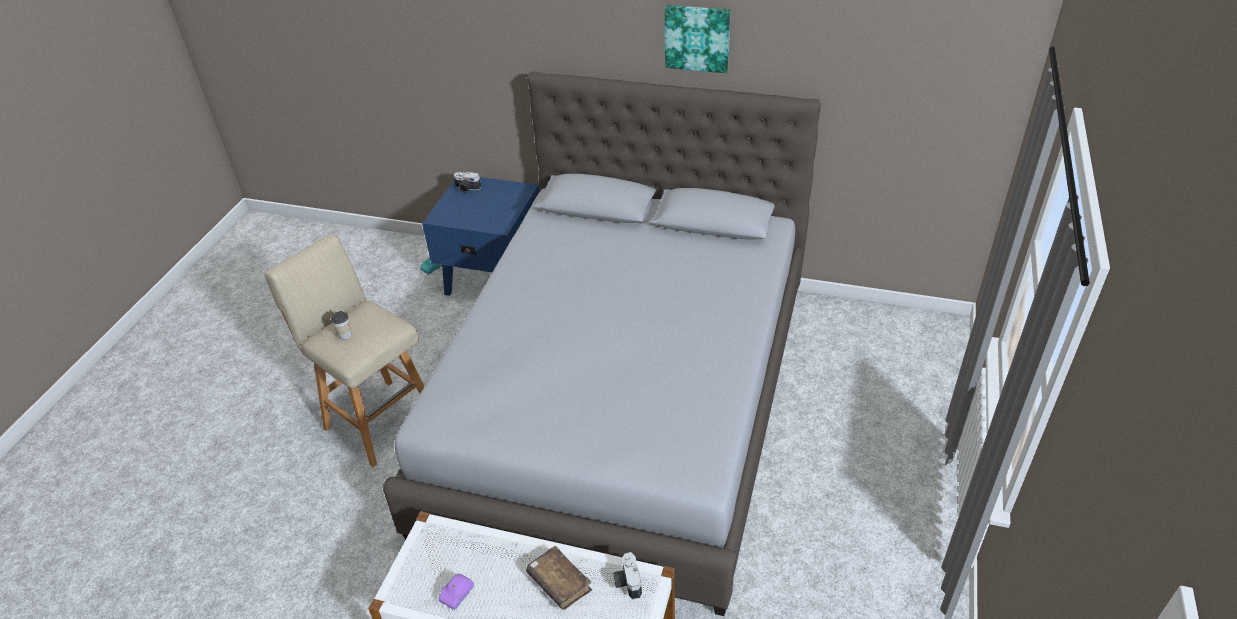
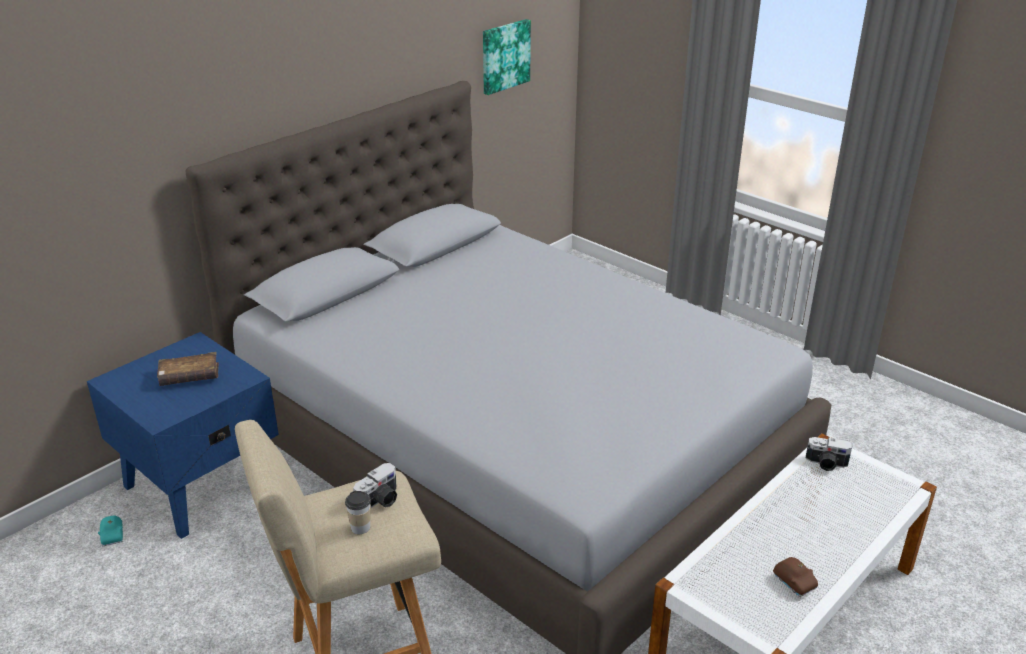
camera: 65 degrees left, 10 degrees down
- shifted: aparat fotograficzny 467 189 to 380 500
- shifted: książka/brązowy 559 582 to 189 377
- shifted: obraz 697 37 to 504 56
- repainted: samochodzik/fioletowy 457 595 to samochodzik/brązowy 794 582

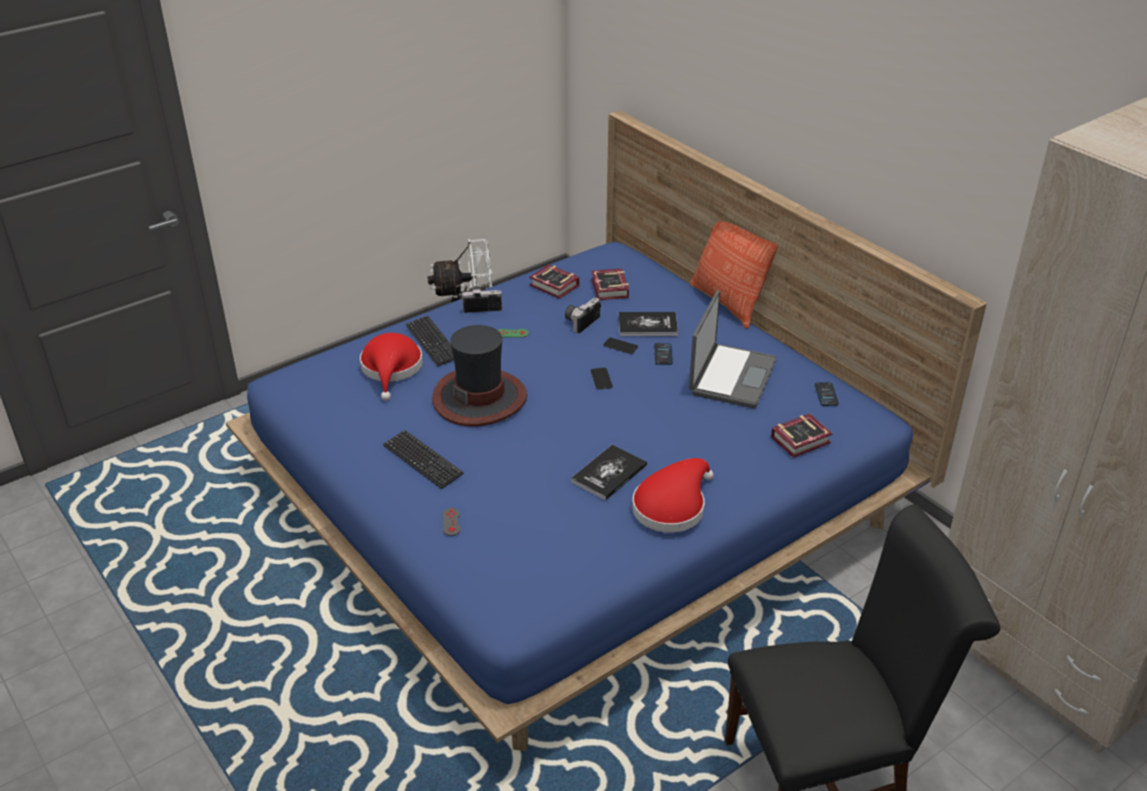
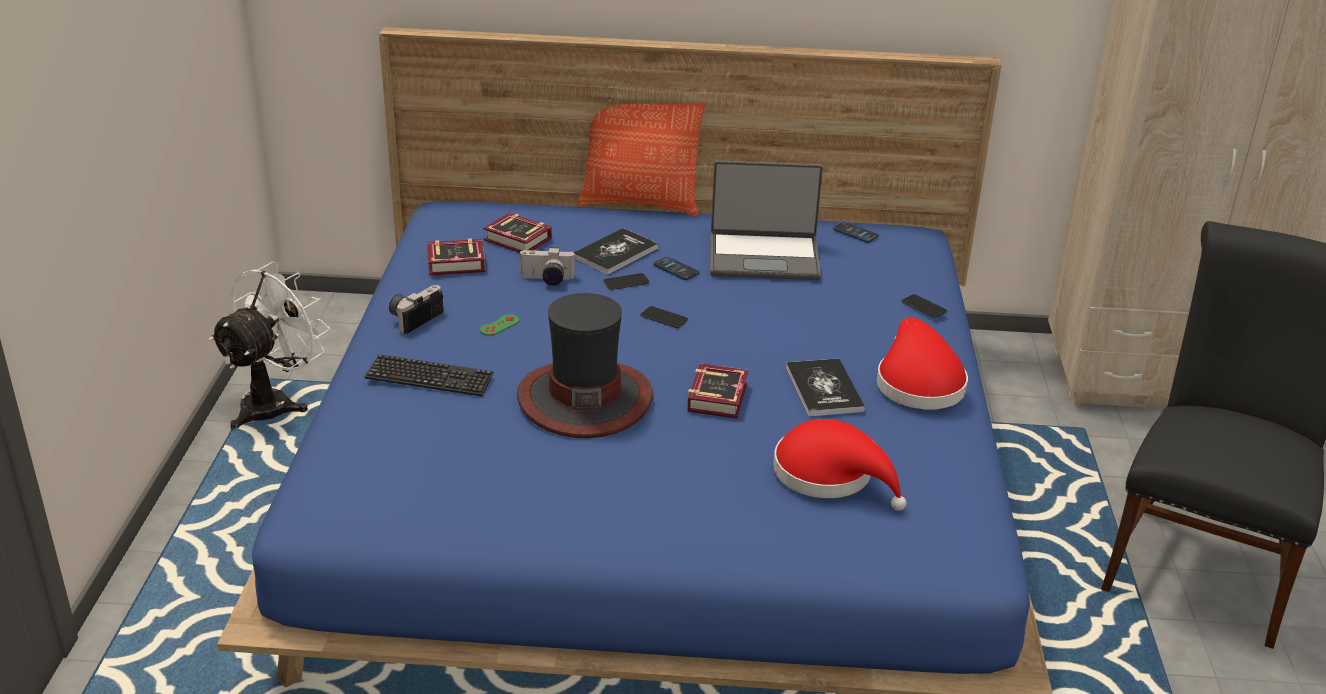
camera: 50 degrees left, 5 degrees down
- gone: klawiatura 422 460
- gone: pad do gier/szary 451 522
- new: telefon 924 307
- shifted: kapelusz/czerwony 391 369 to 830 475
- shifted: książka 803 440 to 720 396
- rotated: aparat fotograficzny 581 321 = 547 280 75 degrees counterclockwise
- rotated: laptop 731 376 = 764 257 120 degrees clockwise

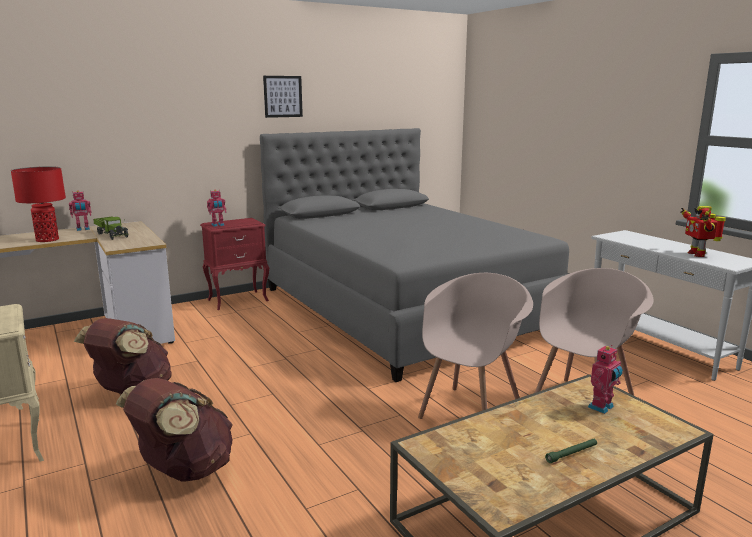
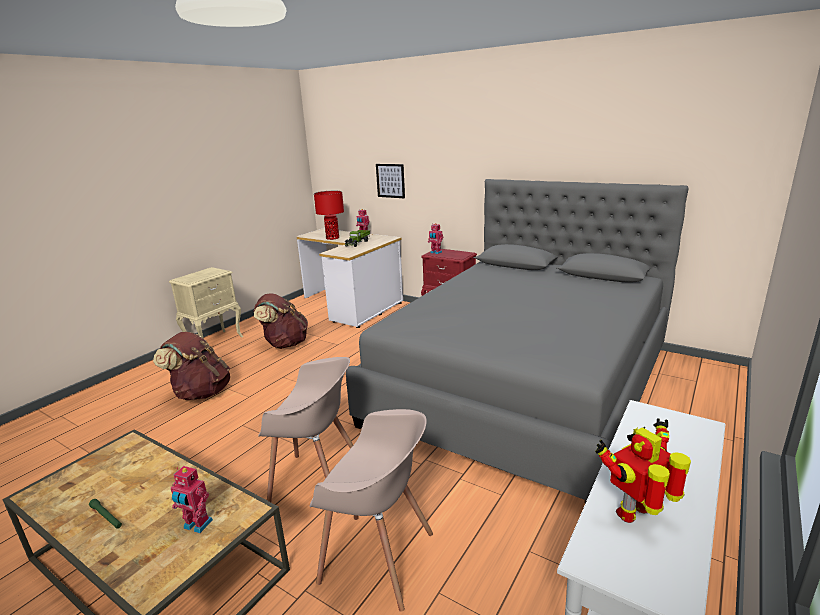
camera: 65 degrees right, 5 degrees up
- shifted: obraz 283 96 to 390 180

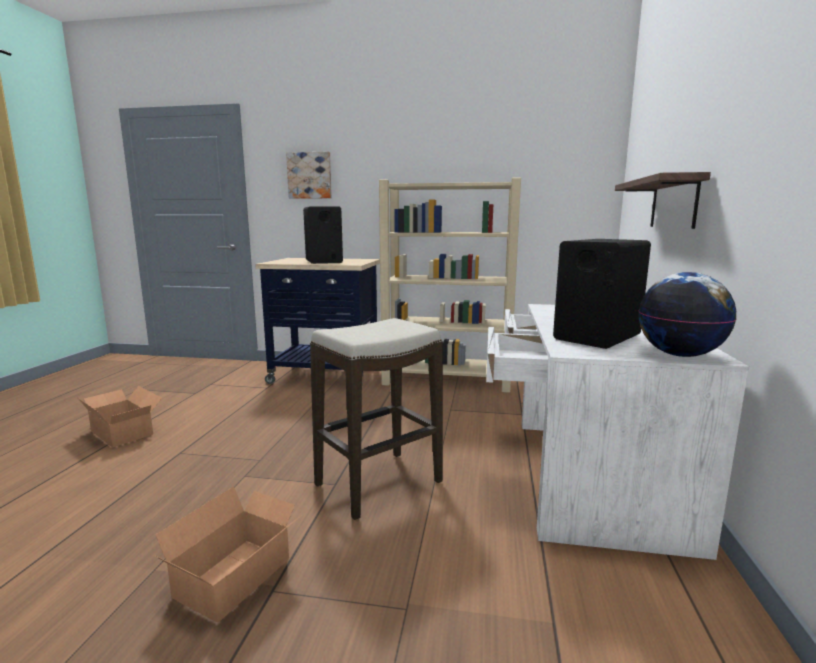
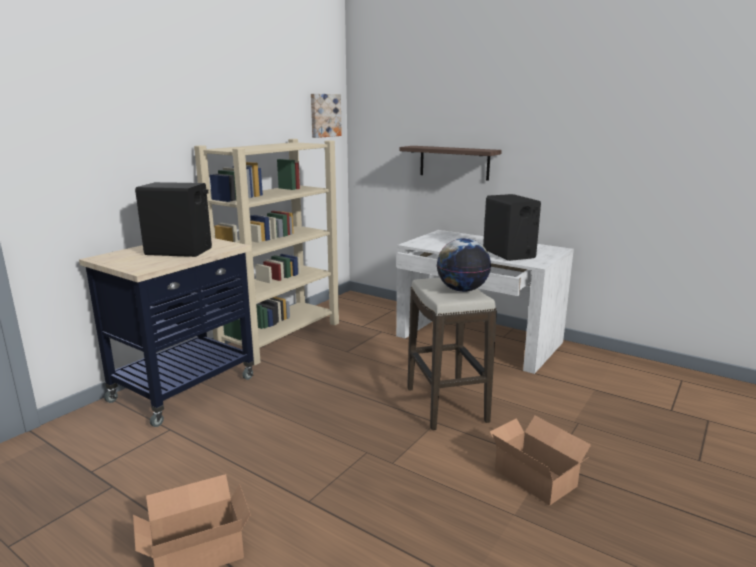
camera: 65 degrees left, 5 degrees up
- shifted: obraz 310 175 to 324 115
- shifted: globus 680 355 to 462 290

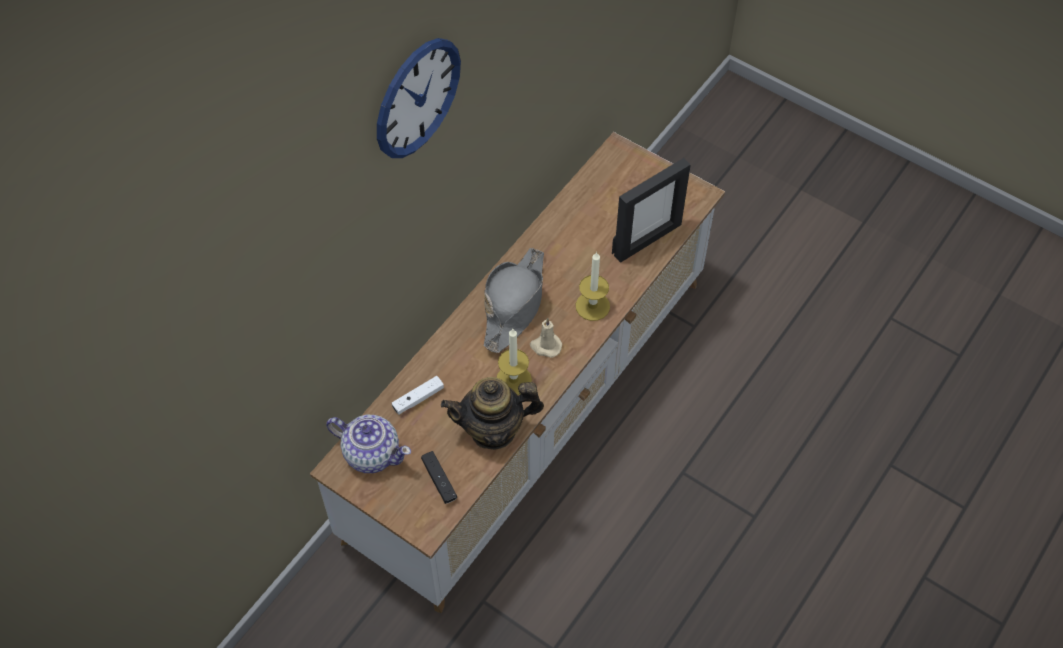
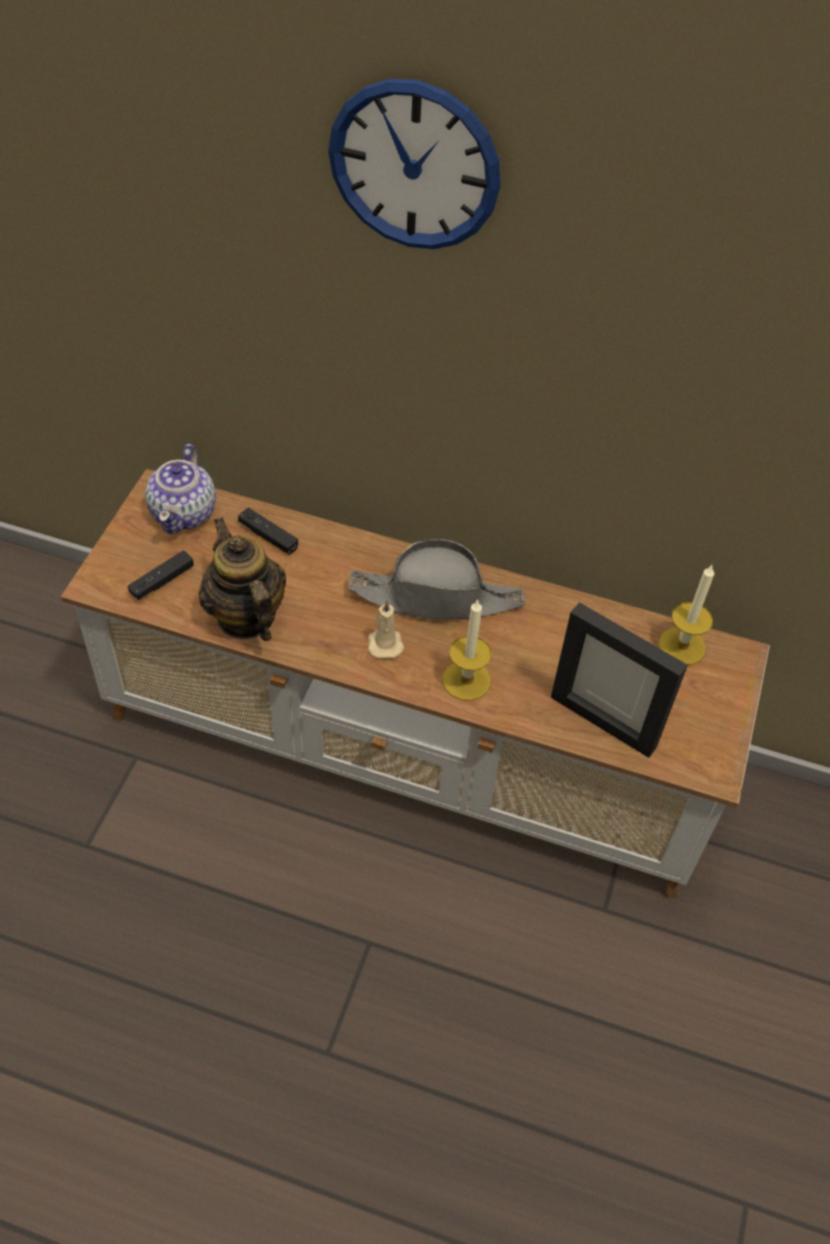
camera: 70 degrees right, 5 degrees down
- shifted: świeca 513 380 to 682 646
- repainted: pad do gier/biały 418 399 to pad do gier/czarny 268 536

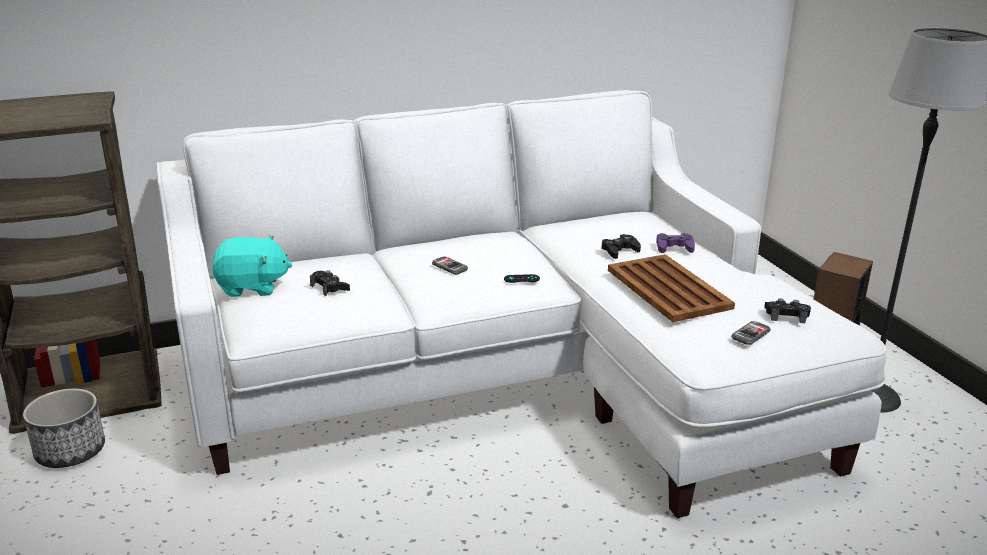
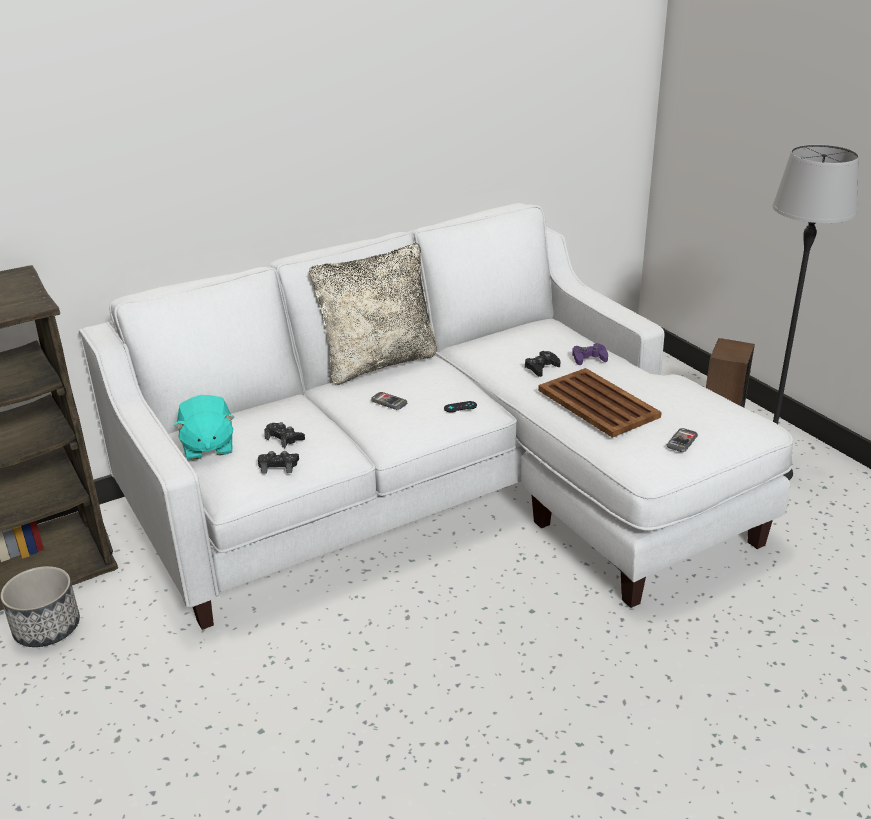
camera: 10 degrees left, 5 degrees up
- new: poduszka/beżowy 380 365
- shifted: pad do gier/czarny 786 315 to 278 466
- rotated: pluszak/turkusowy 252 287 = 207 446 90 degrees clockwise

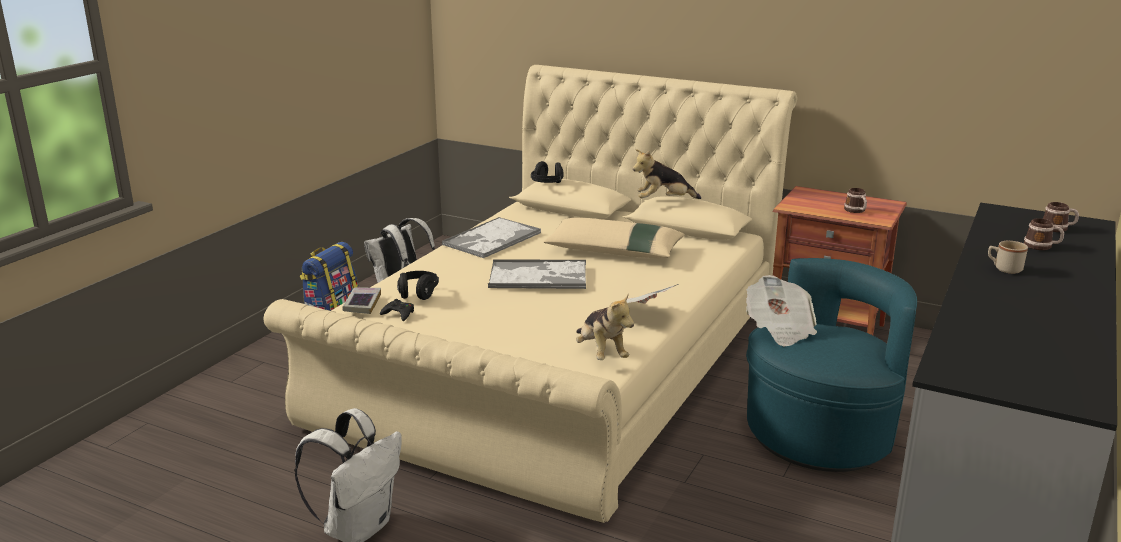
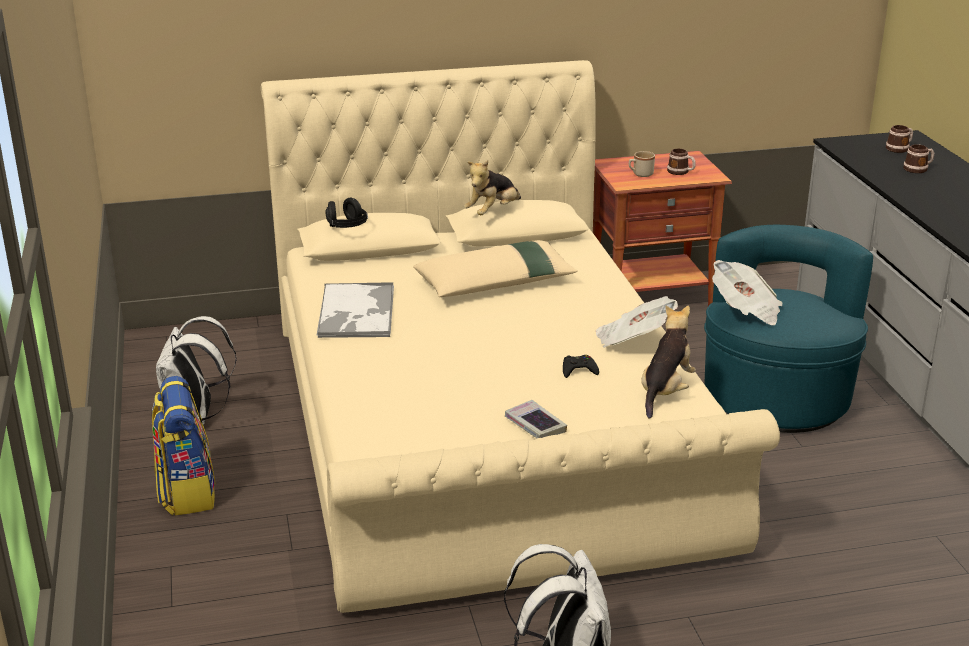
camera: 40 degrees left, 5 degrees up
- gone: słuchawki/czarny 418 294
- gone: taca 539 276
- shifted: książka 362 304 to 535 425
- shifted: pad do gier/czarny 399 314 to 578 370
- shifted: kubek/beżowy 1004 269 to 640 174
- rotated: pluszak 601 353 = 665 391 90 degrees counterclockwise

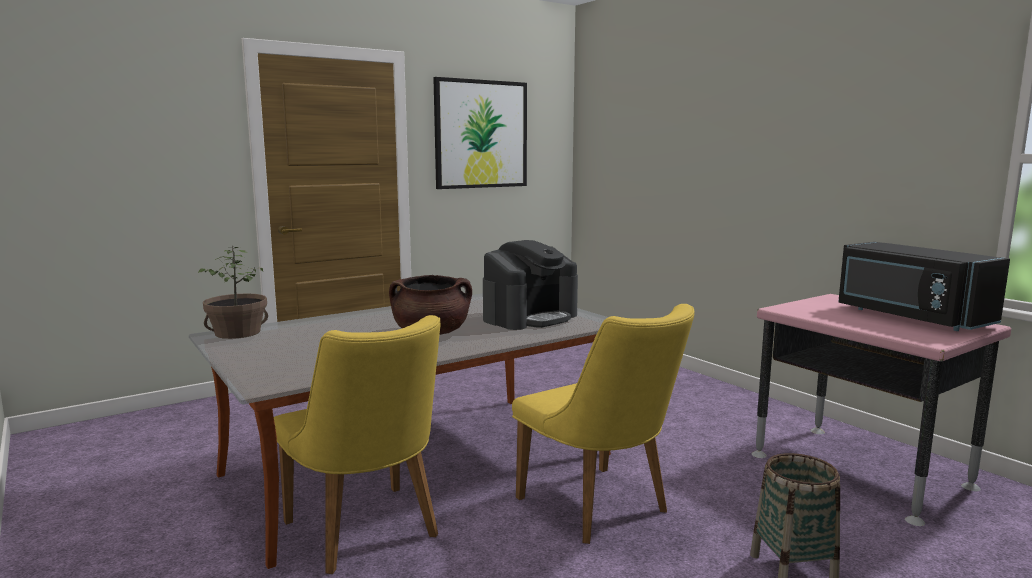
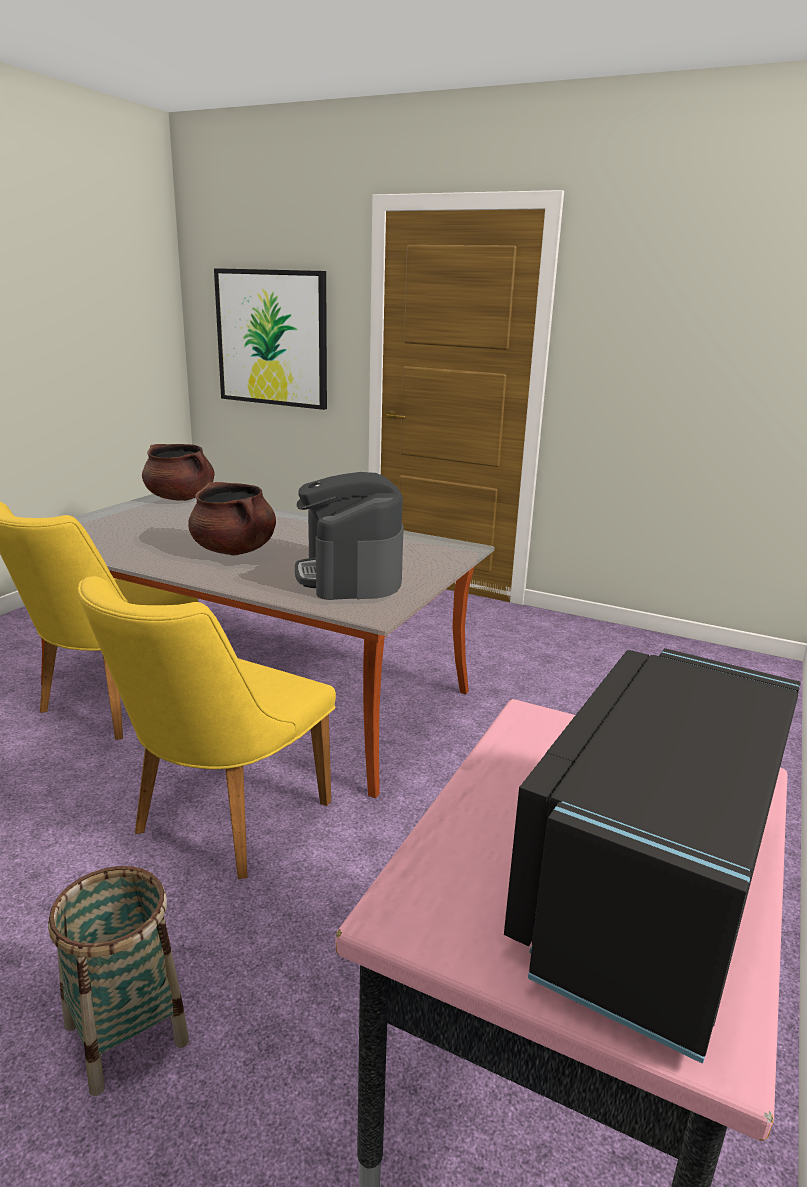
camera: 60 degrees right, 10 degrees up
- shifted: obraz 481 134 to 272 338
- swapped: roślina doniczkowa 238 332 to garnek/brązowy 181 498
- rotated: ekspres do kawy 530 317 = 350 576 60 degrees clockwise

